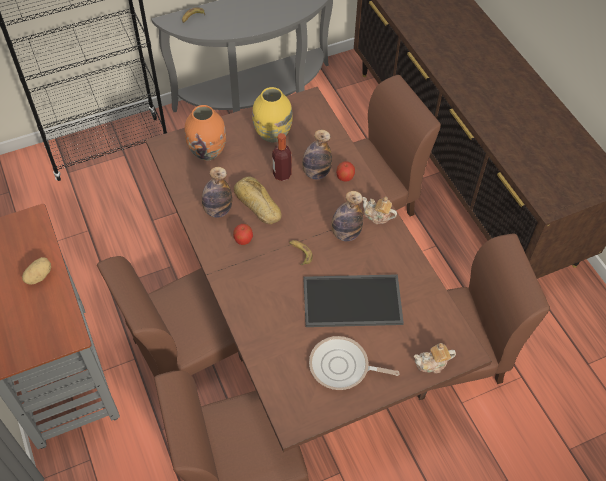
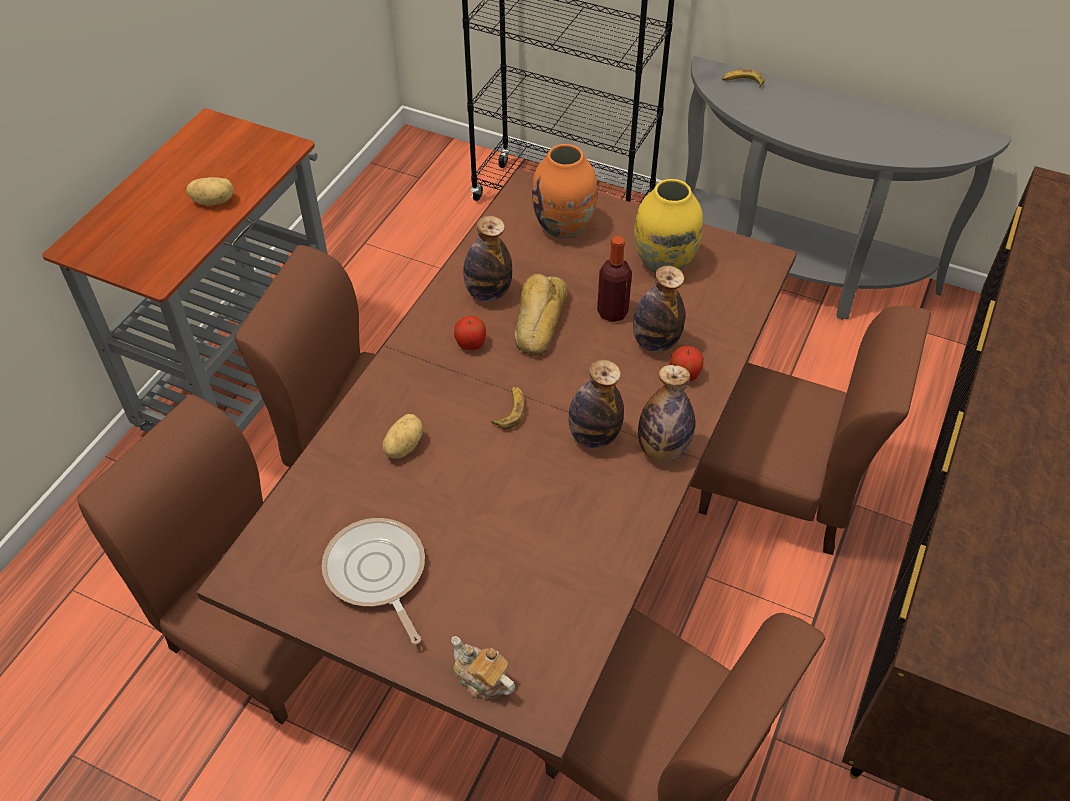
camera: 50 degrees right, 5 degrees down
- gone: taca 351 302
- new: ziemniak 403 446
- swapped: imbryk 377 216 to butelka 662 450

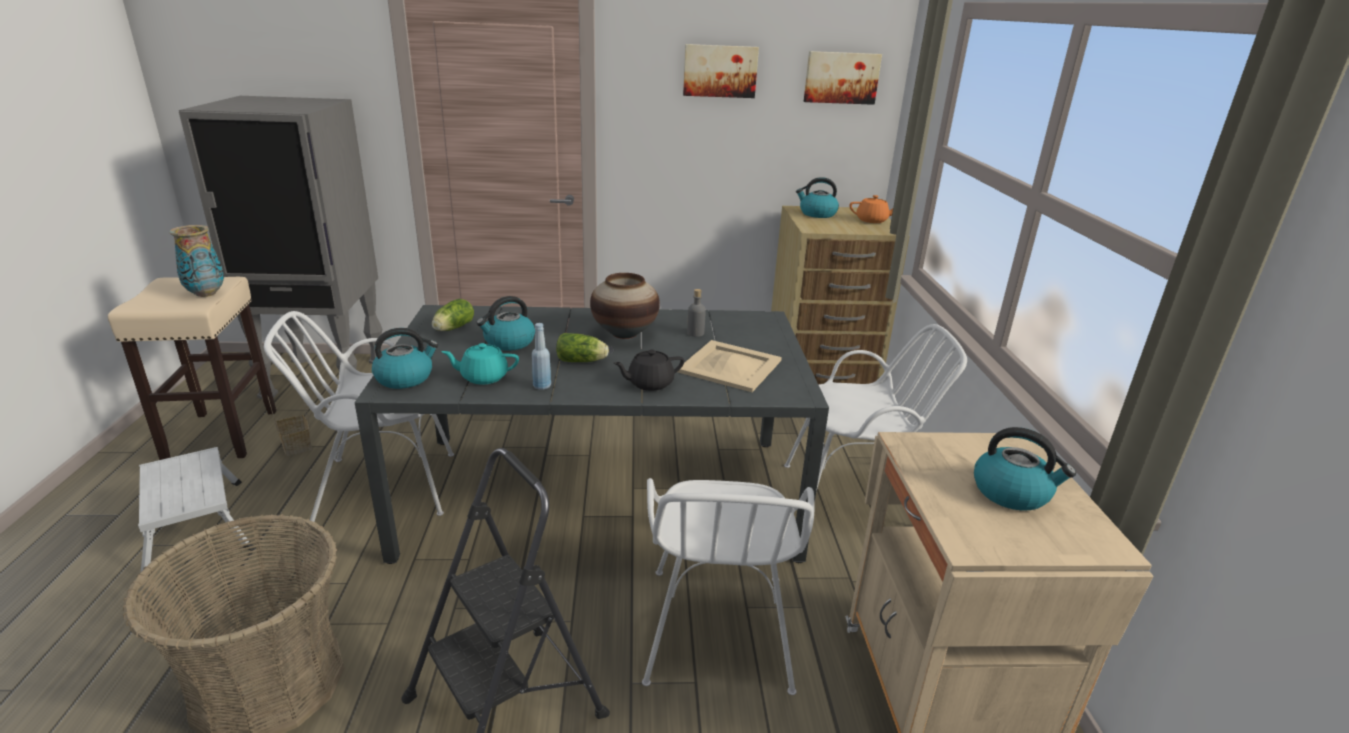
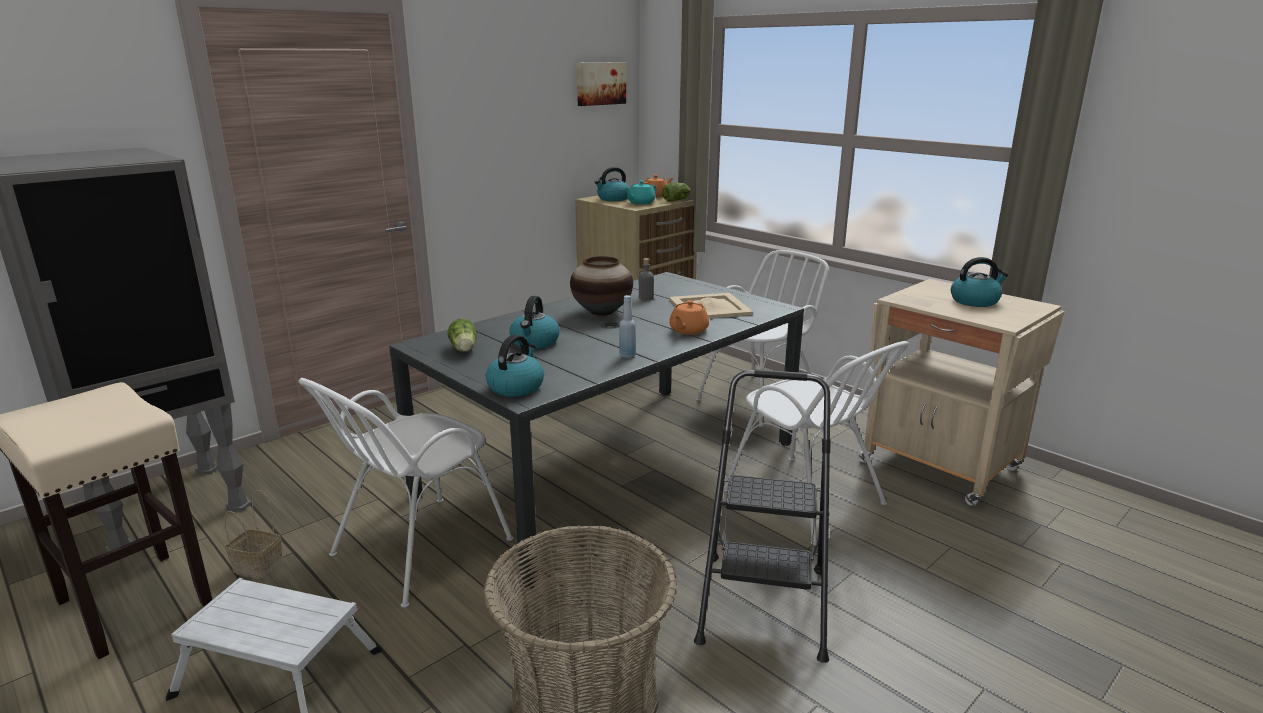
camera: 40 degrees left, 5 degrees down
- gone: wazon 206 294
- gone: obraz 720 71
- shifted: imbryk/turkusowy 483 377 to 640 203
- shifted: sałata 583 361 to 678 200
- repainted: imbryk/czarny 649 383 to imbryk/pomarańczowy 688 330

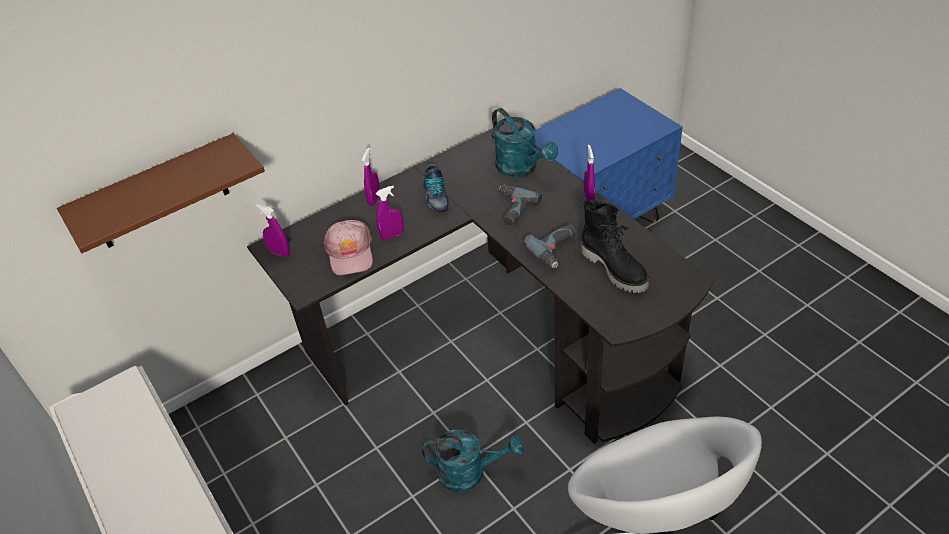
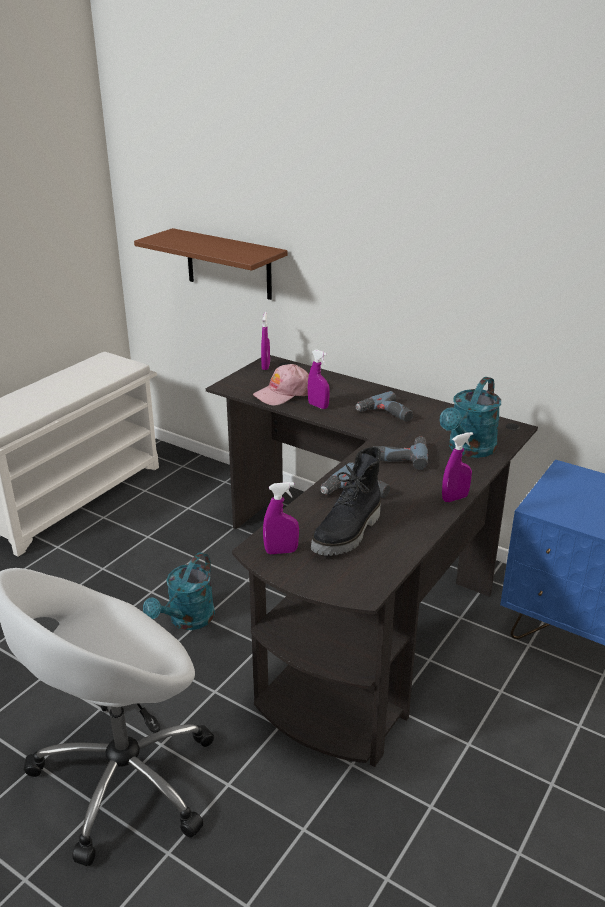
camera: 65 degrees right, 15 degrees down
- shifted: spryskiwacz/fioletowy 374 199 to 281 551
- swapped: but 435 197 to wiertarka 385 414
- rotated: konewka/turkusowy 470 473 = 187 621 45 degrees clockwise

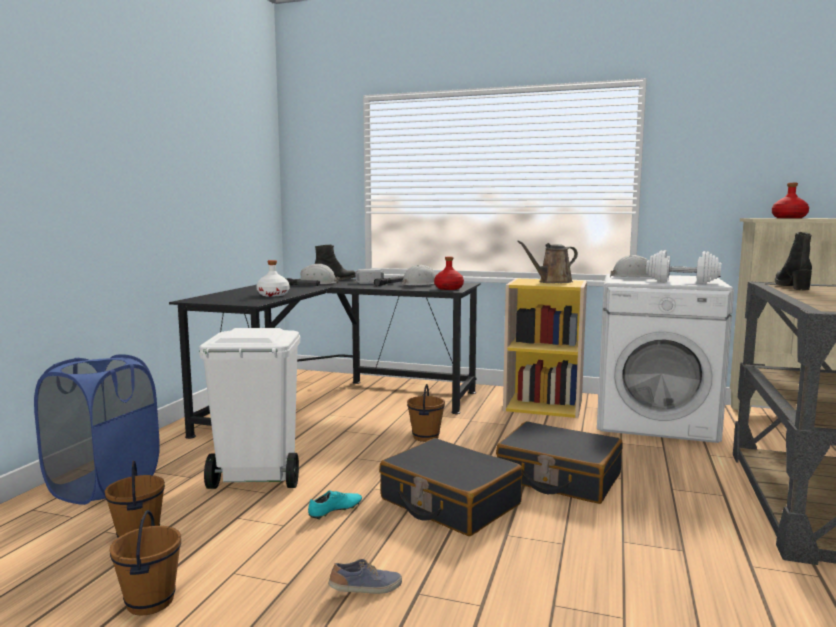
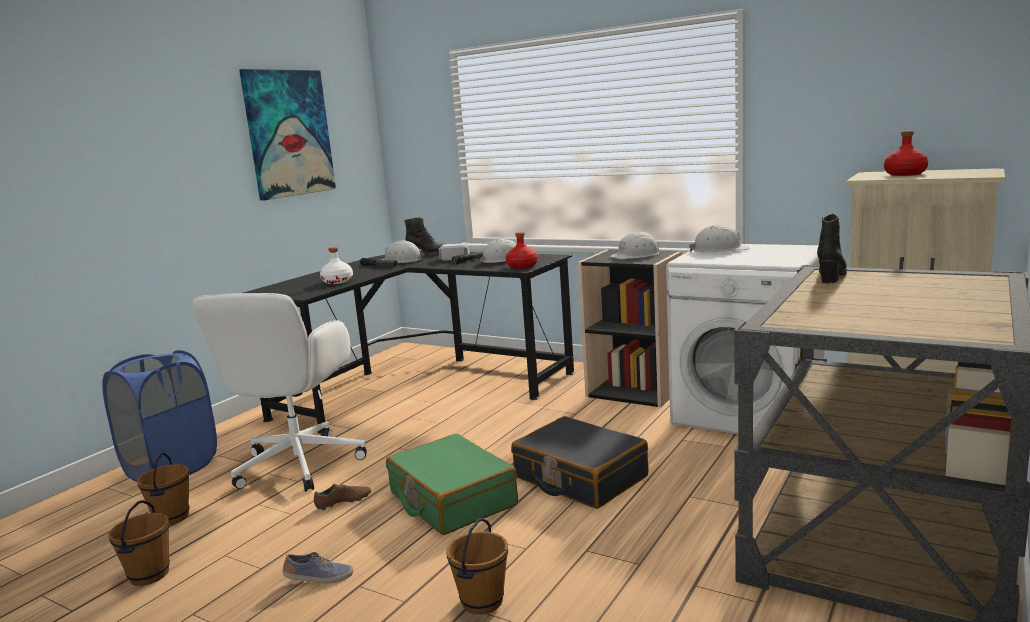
camera: 15 degrees right, 5 degrees up
- gone: hantel/biały 681 282
- new: obraz 289 133
- shifted: wiadro/brązowy 425 437 to 481 601
- swapped: kosz na śmieci/biały 257 478 to krzesło biurowe/biały 298 465
- swapped: konewka/brązowy 552 282 to kask/biały 636 255
- repainted: but/turkusowy 335 511 to but/brązowy 343 503
- repainted: walizka/czarny 449 502 to walizka/zielony 451 499
- repainted: regał/żółty 544 405 to regał/czarny 636 390

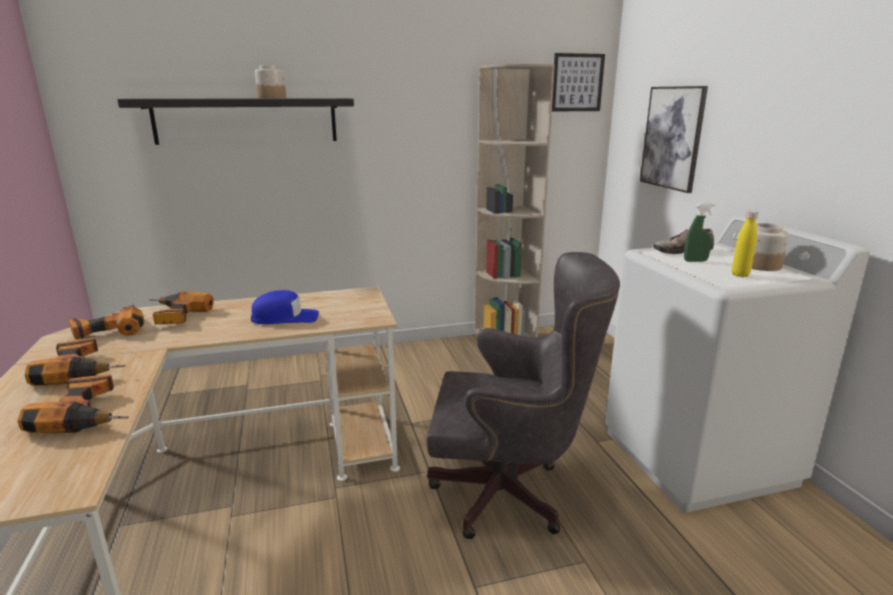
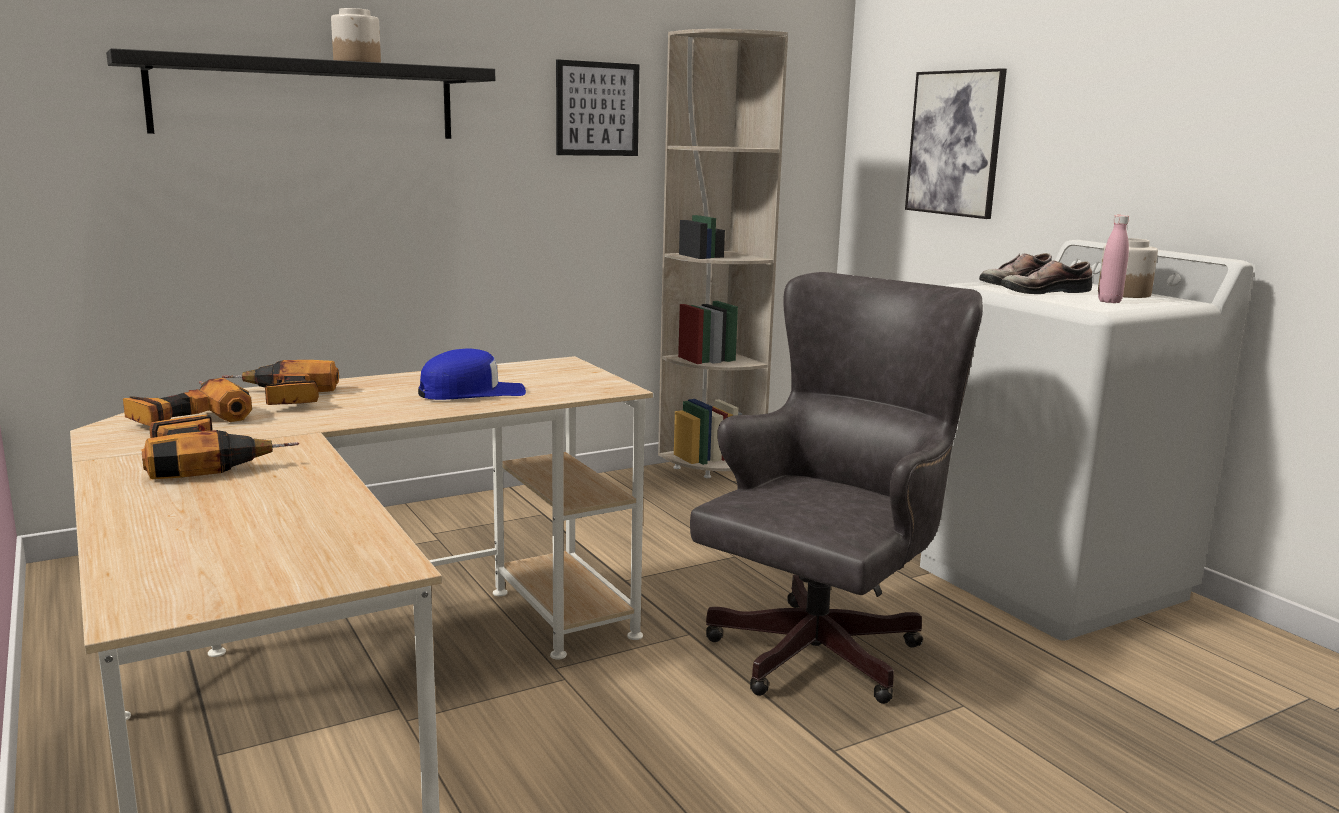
camera: 15 degrees left, 5 degrees down
- gone: wiertarka 88 414
- shifted: obraz 577 82 to 597 109
- swapped: spryskiwacz/zielony 695 261 to but 1043 292
- repainted: butelka/żółty 740 275 to butelka/różowy 1109 301
- rotated: krzesło biurowe/szary 509 494 = 822 647 45 degrees counterclockwise

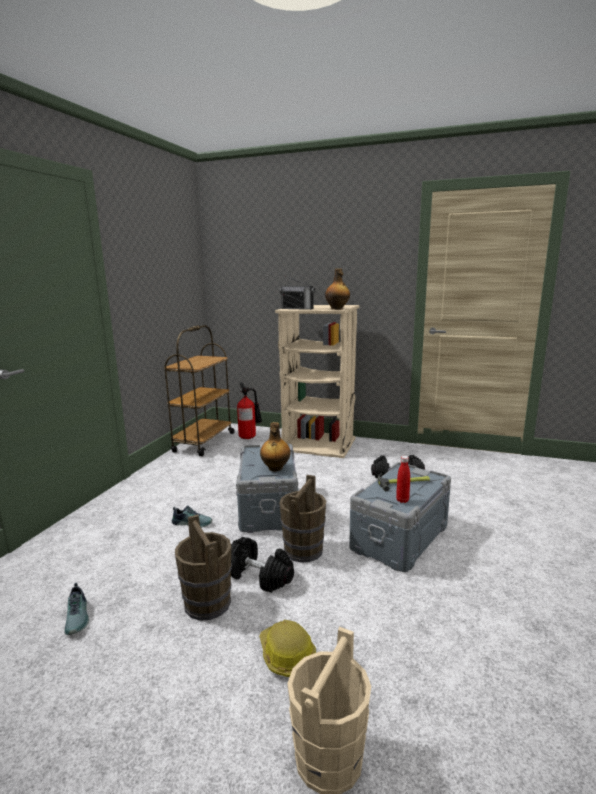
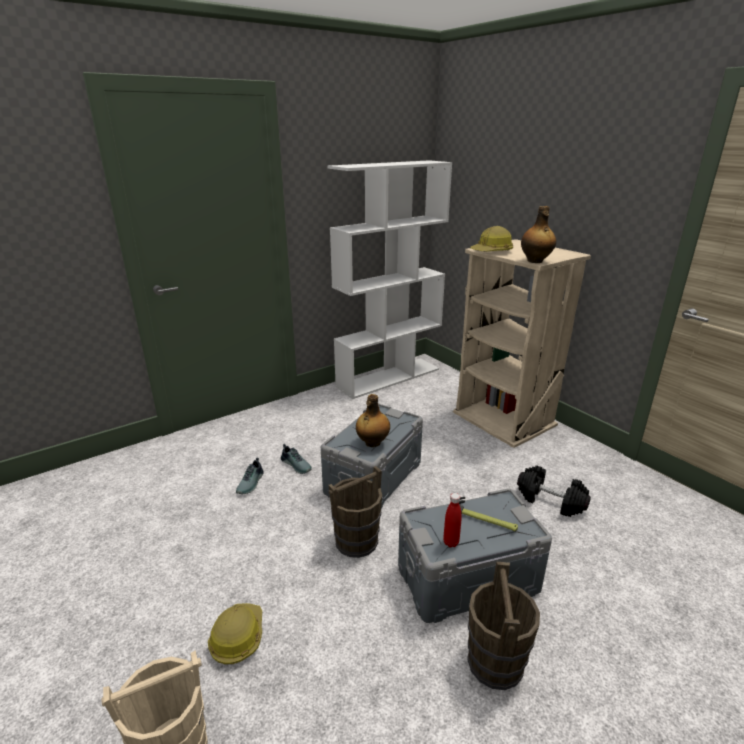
camera: 35 degrees right, 10 degrees up
- gone: hantel/czarny 259 576
- gone: gaśnica 249 437
- shifted: but 78 617 to 251 483
- shifted: wiadro/brązowy 207 604 to 495 663
- swapped: wózek/brązowy 203 443 to regał/biały 389 377
- swapped: radio 297 309 to kask 492 251

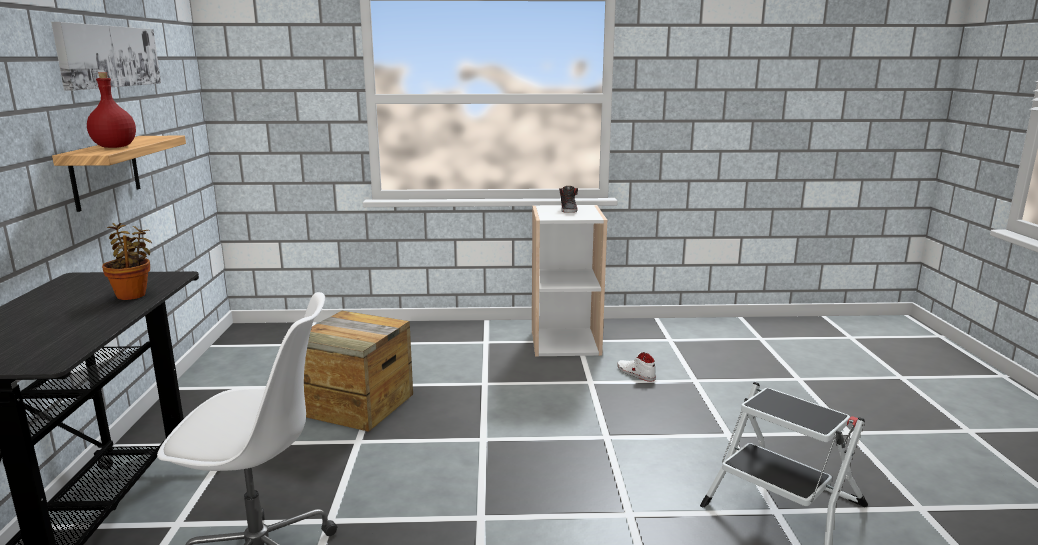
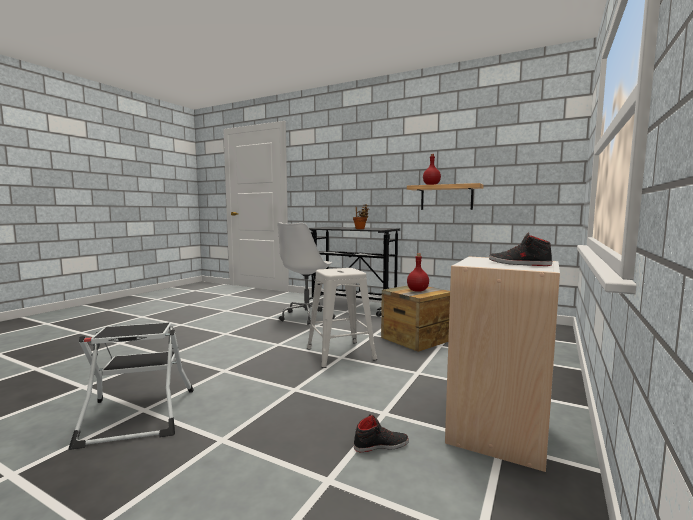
camera: 120 degrees right, 10 degrees down
- gone: obraz 109 56
- new: stołek/biały 340 354
- new: butelka/czerwony 418 291
- repainted: but/biały 635 373 to but/czarny 381 445

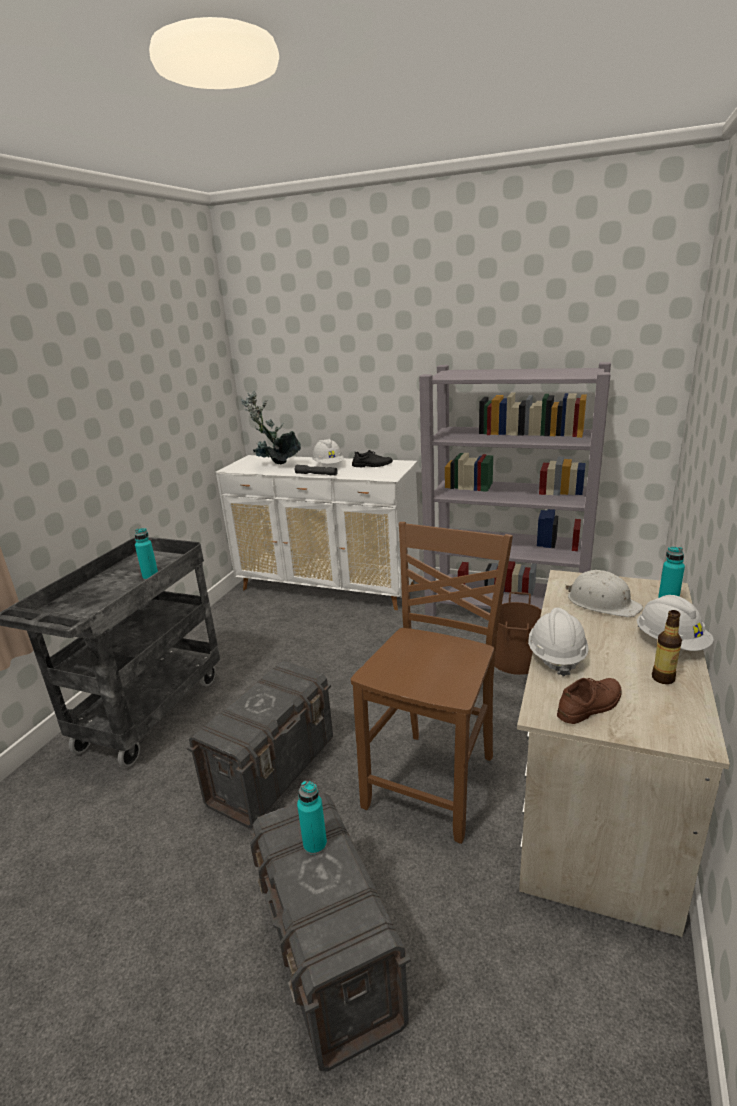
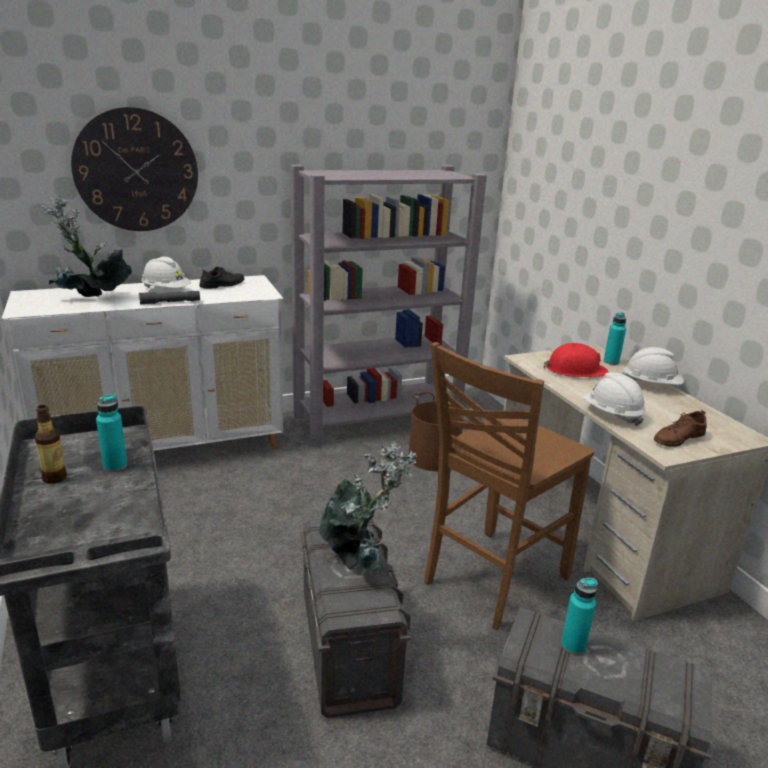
camera: 45 degrees left, 0 degrees up
- new: zegar ścienny 136 170
- new: roślina doniczkowa 361 561
- shifted: butelka 663 678 to 54 478
- repainted: kask/biały 602 602 to kask/czerwony 575 370
- rotated: krzesło/brązowy 434 781 = 492 579 120 degrees counterclockwise
- rotated: but/brązowy 590 705 = 678 438 135 degrees counterclockwise

